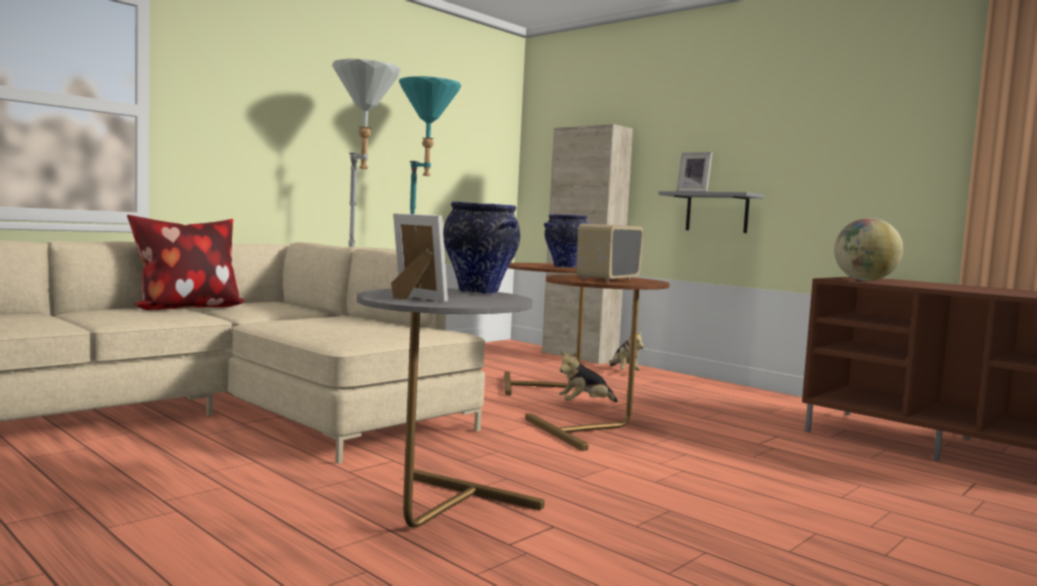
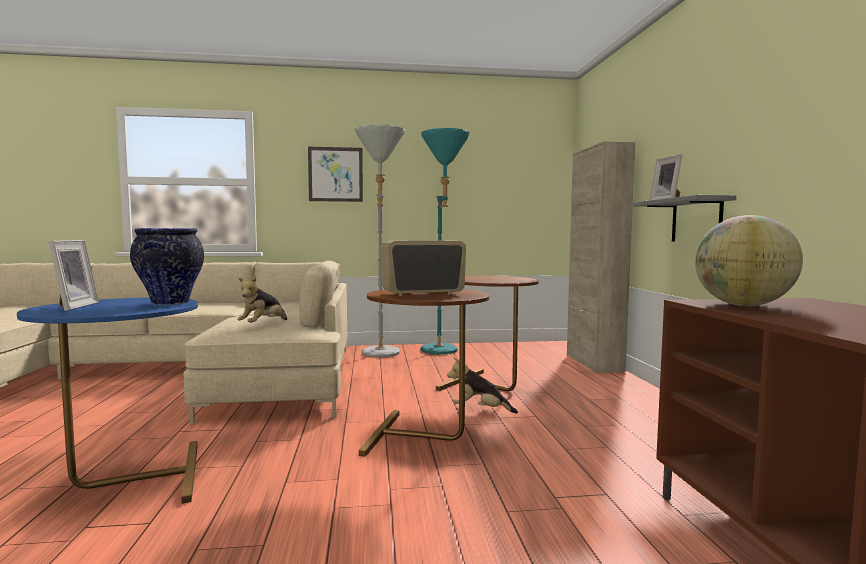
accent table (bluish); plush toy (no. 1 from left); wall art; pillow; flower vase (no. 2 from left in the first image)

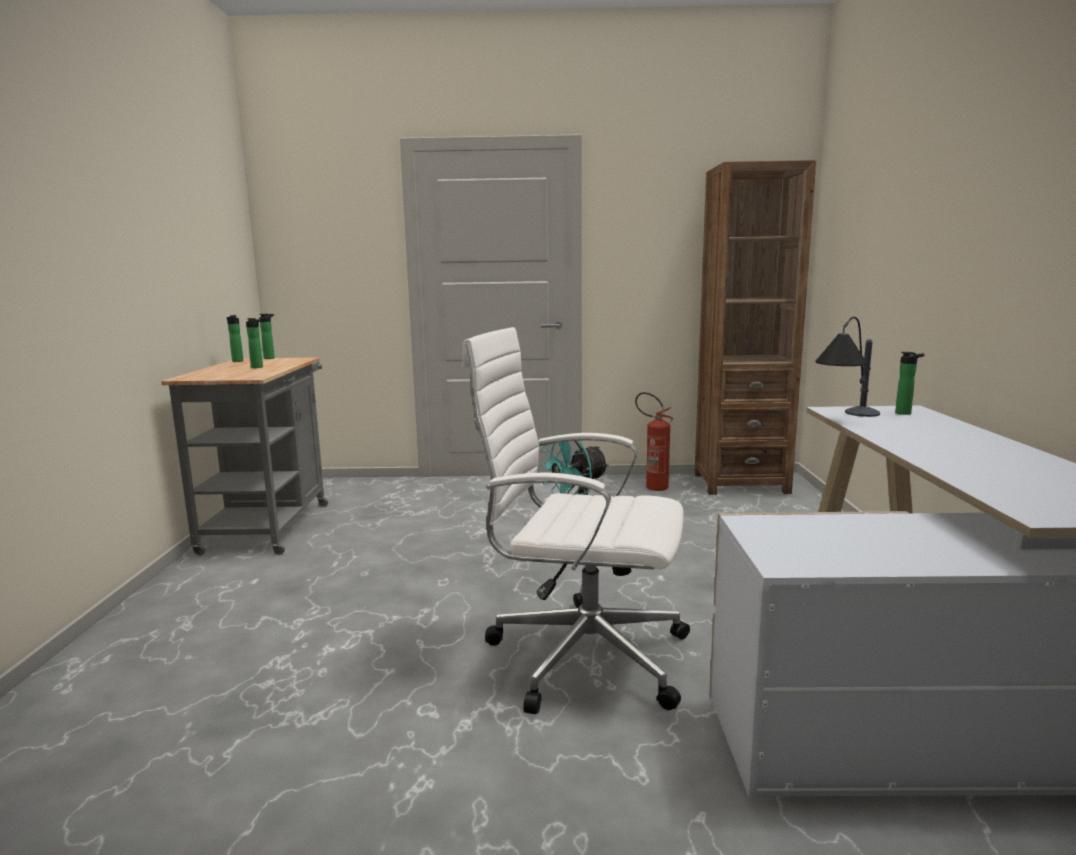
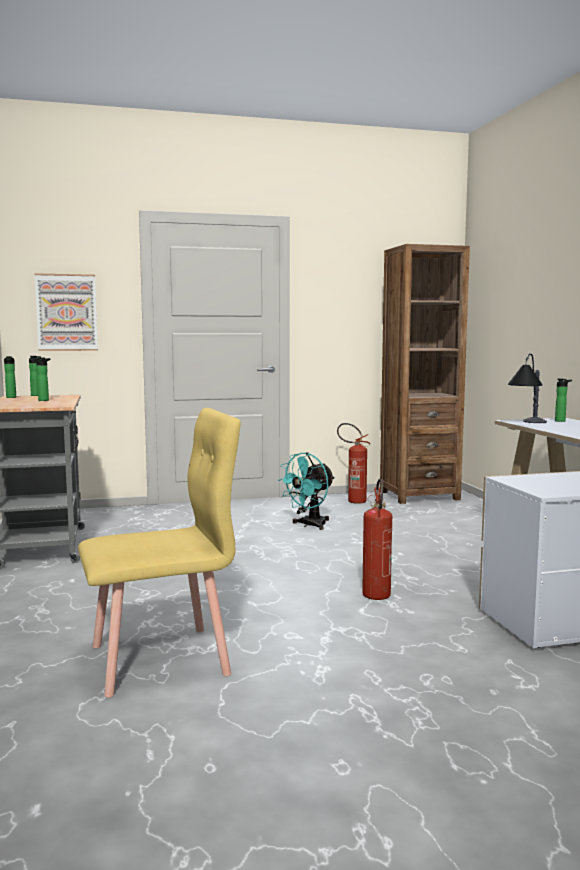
wall art; upright chair (yellow-coloured); fire extinguisher (no. 2 from left)

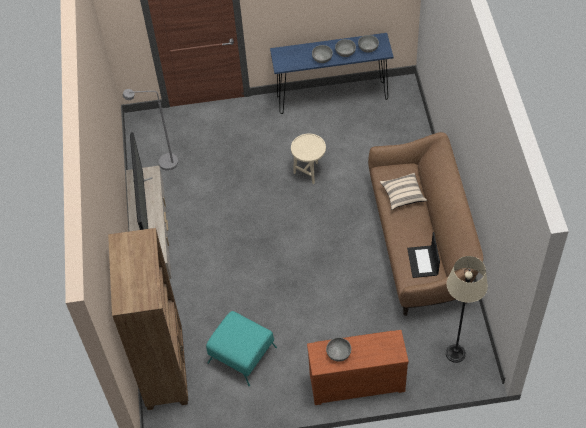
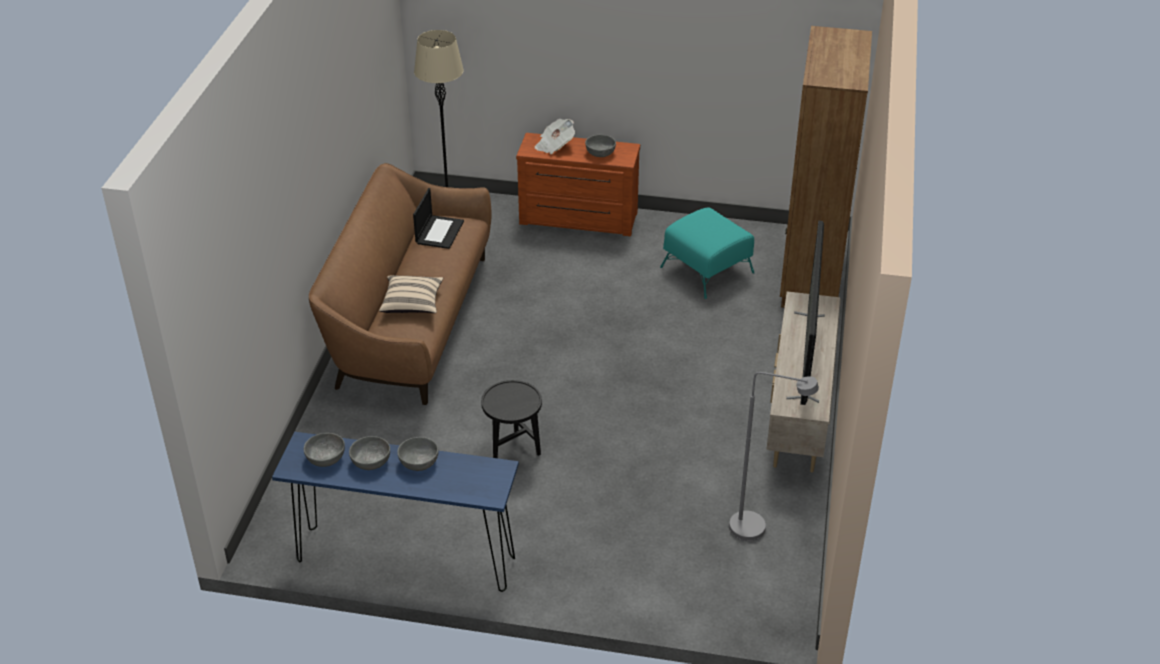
accent table (blackish); newspaper

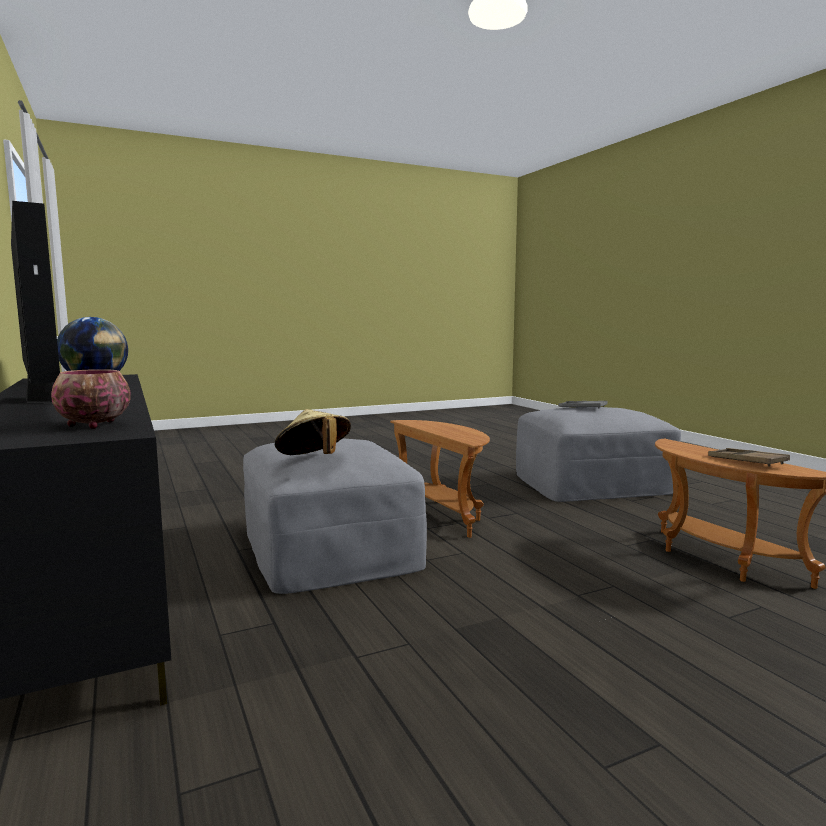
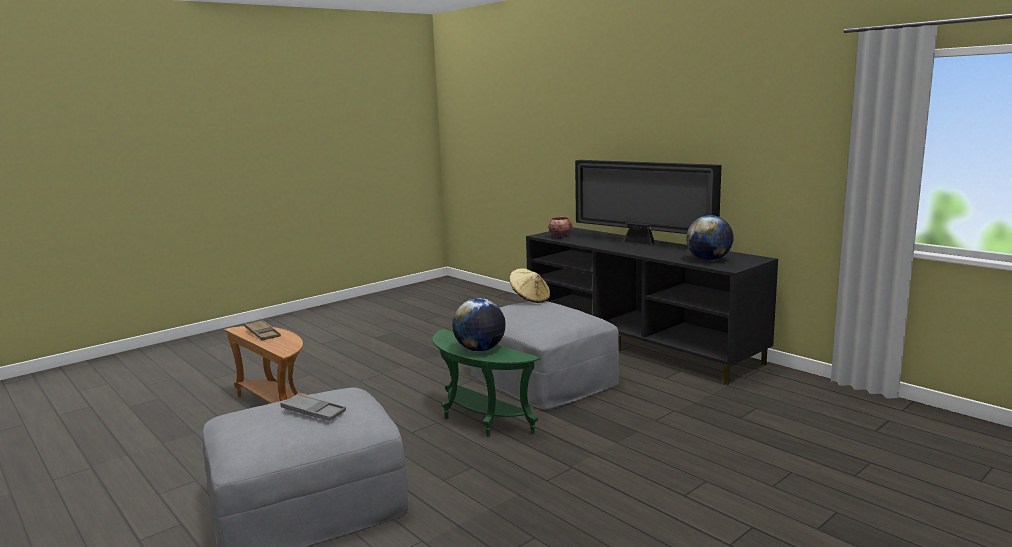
accent table (green); globe (no. 1 from left)

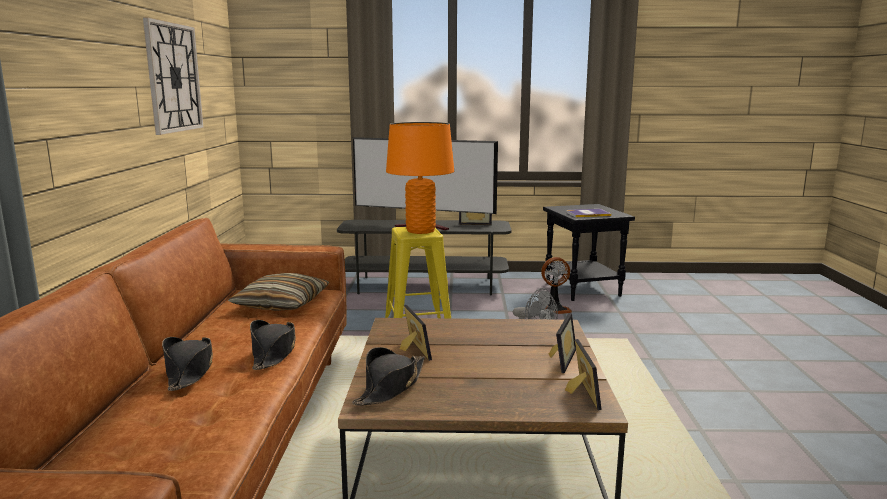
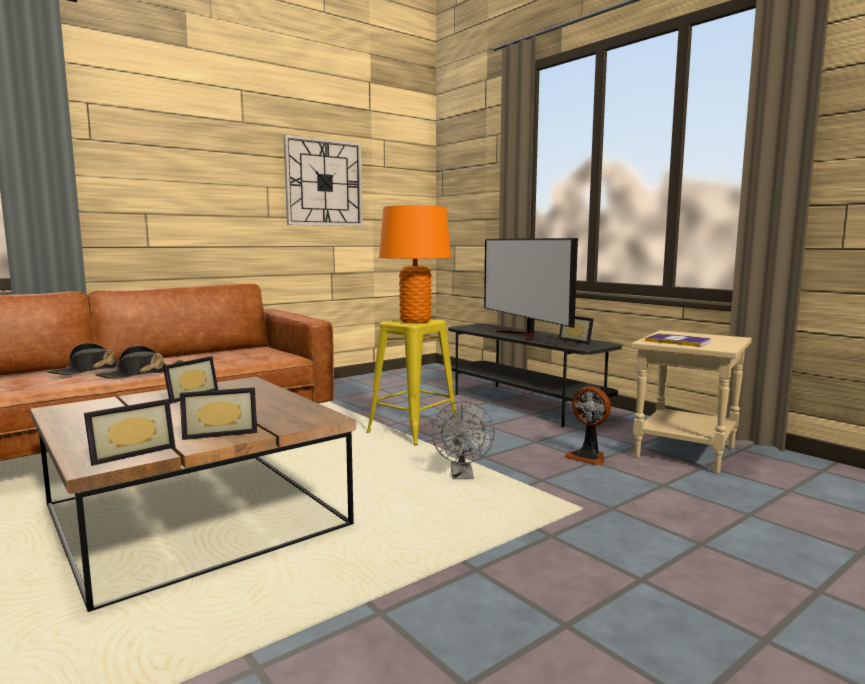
accent table (beige); pillow; hat (blackish) (no. 3 from left in the first image)

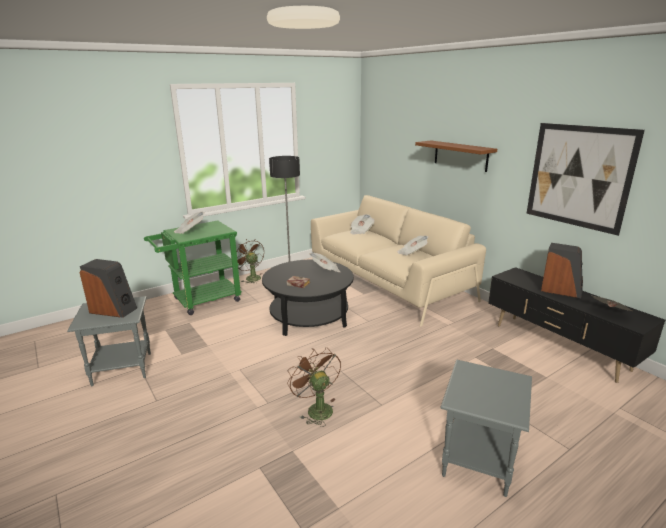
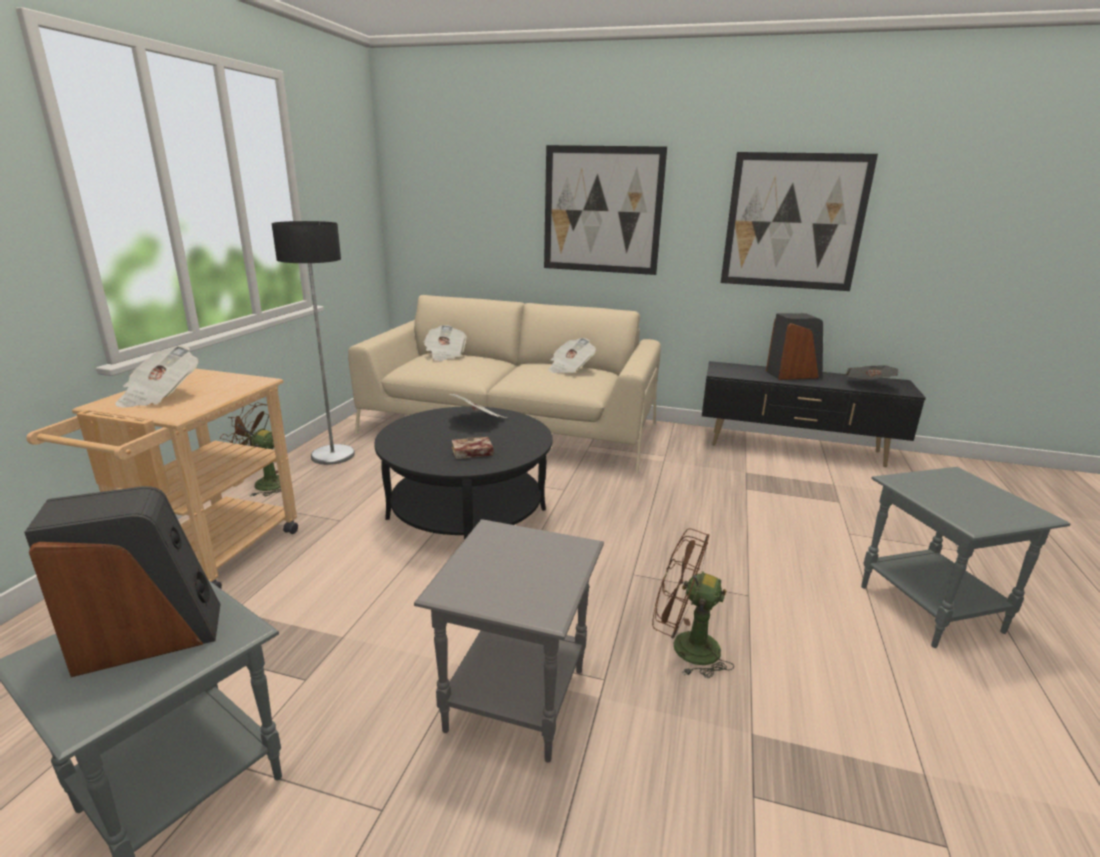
cart (beige); accent table (grey) (no. 2 from left); wall art (no. 1 from left)

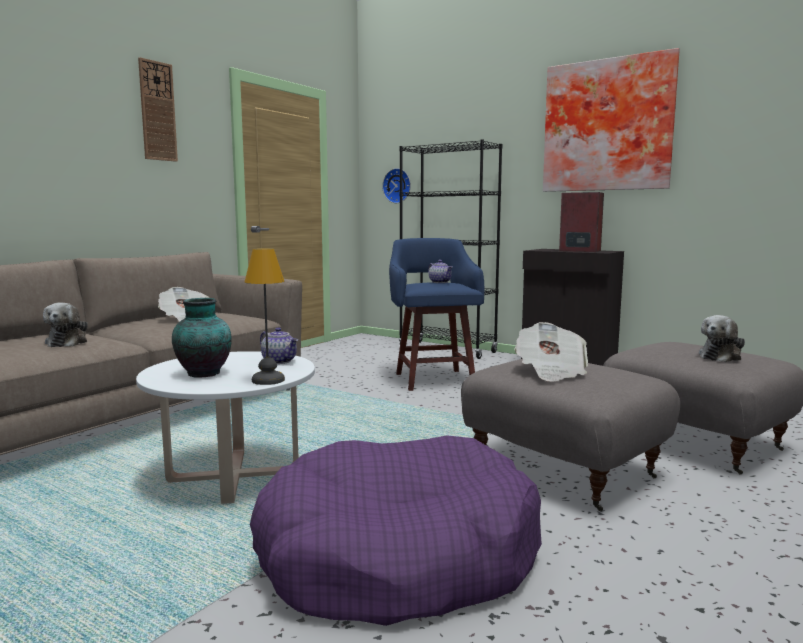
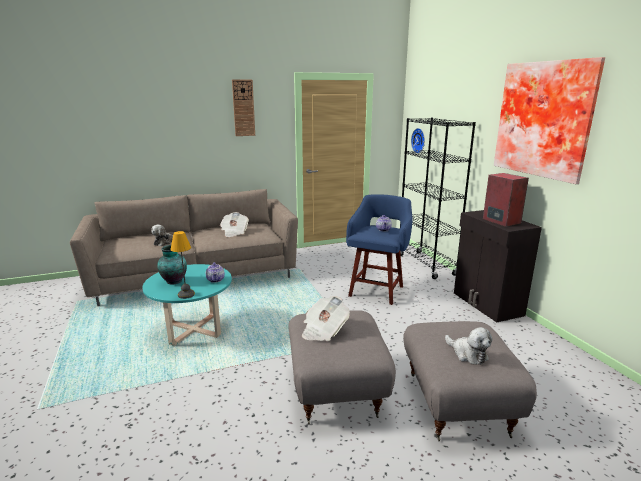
coffee table (turquoise); plush toy (no. 2 from left); dog bed (purple-coloured)

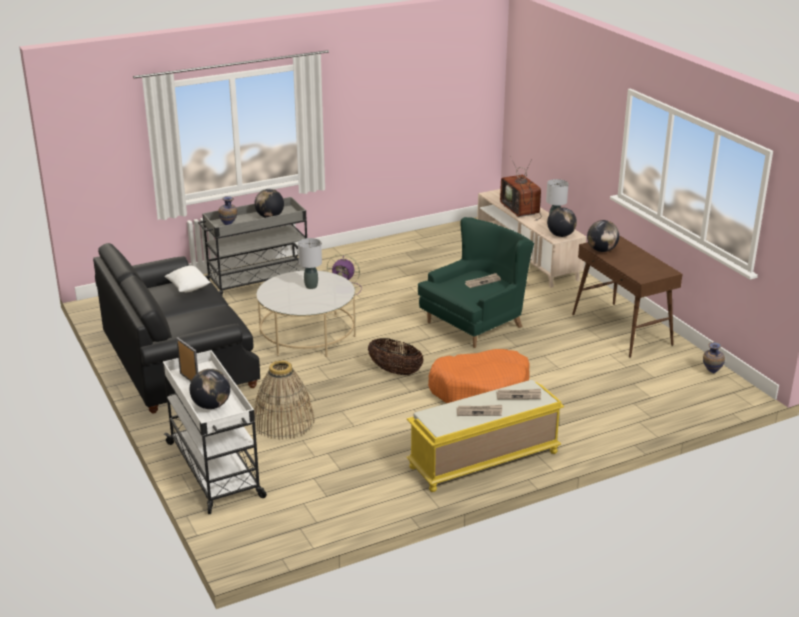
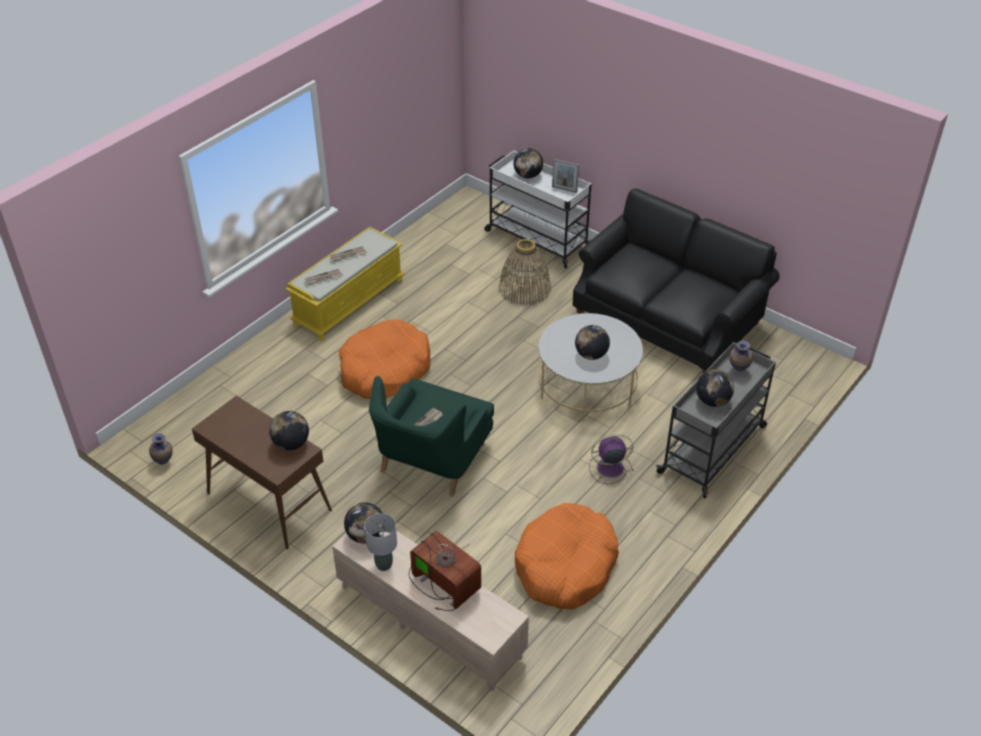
dog bed (orangey) (no. 2 from left); globe (no. 4 from left); pillow (white-coloured); storage basket (no. 2 from left in the first image)

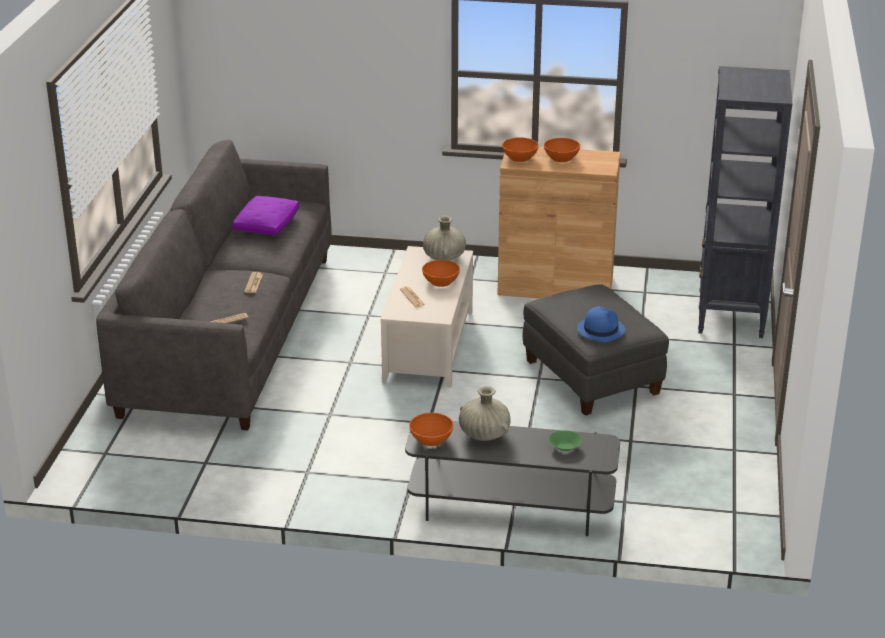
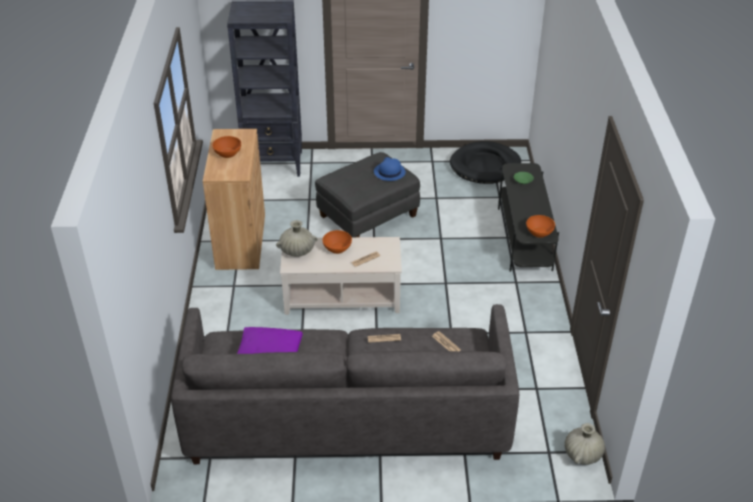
dog bed (blackish); flower vase (beige) (no. 2 from left); deep dish (orangey) (no. 3 from left in the first image)

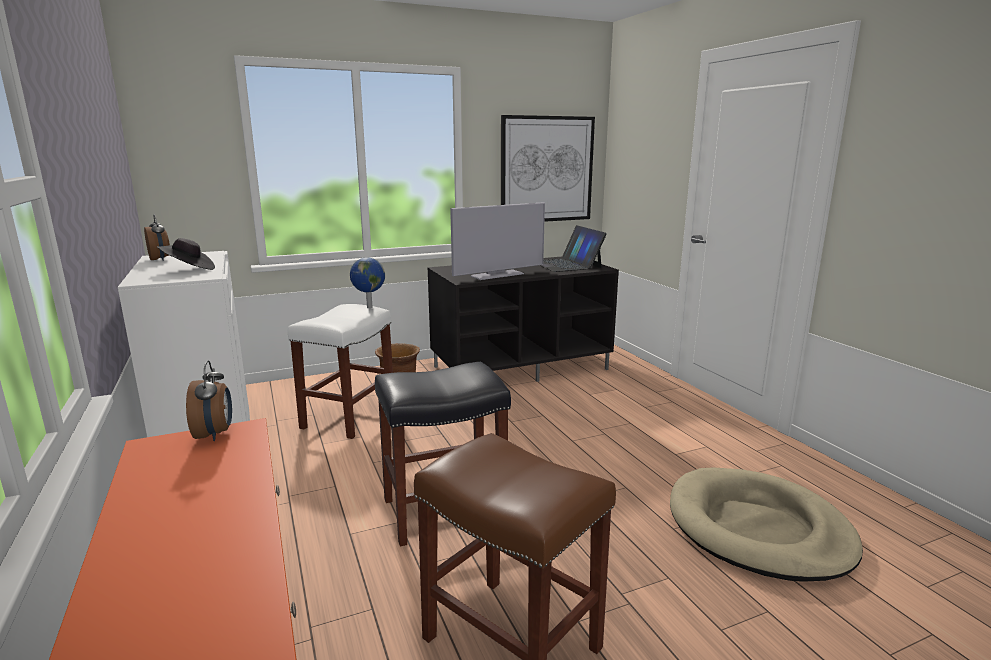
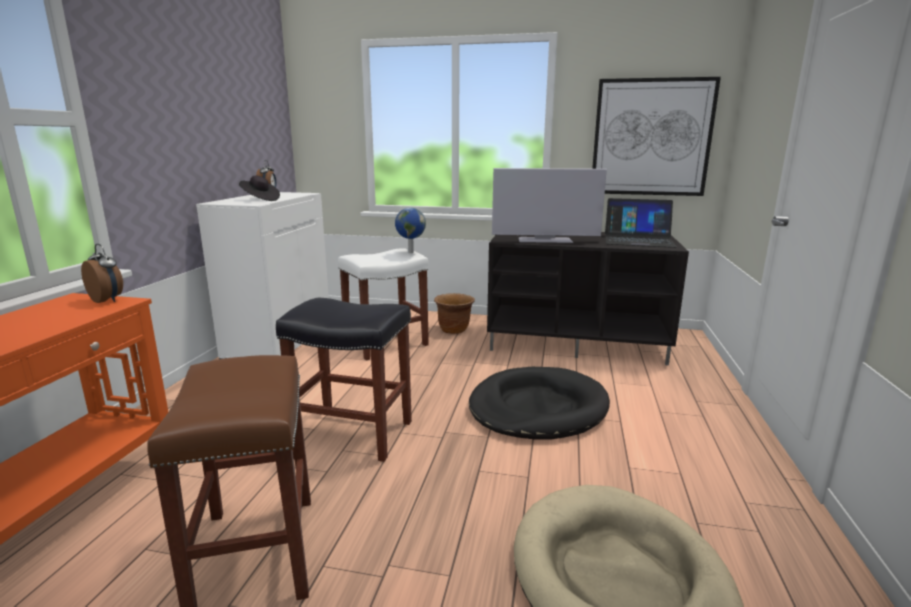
table clock (no. 1 from left); dog bed (blackish); laptop

